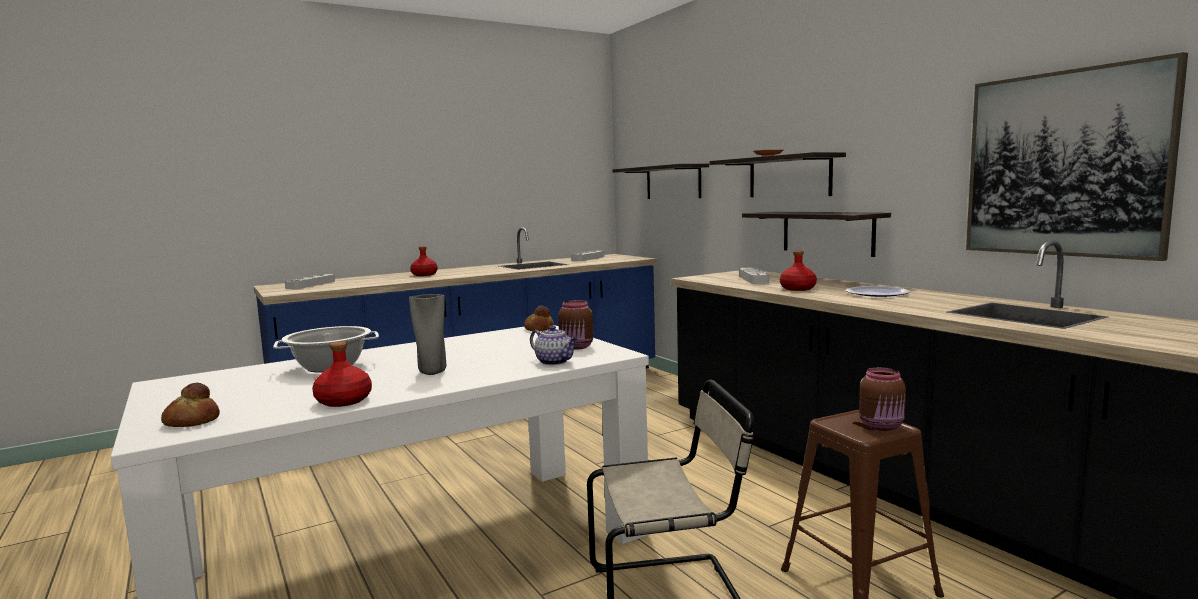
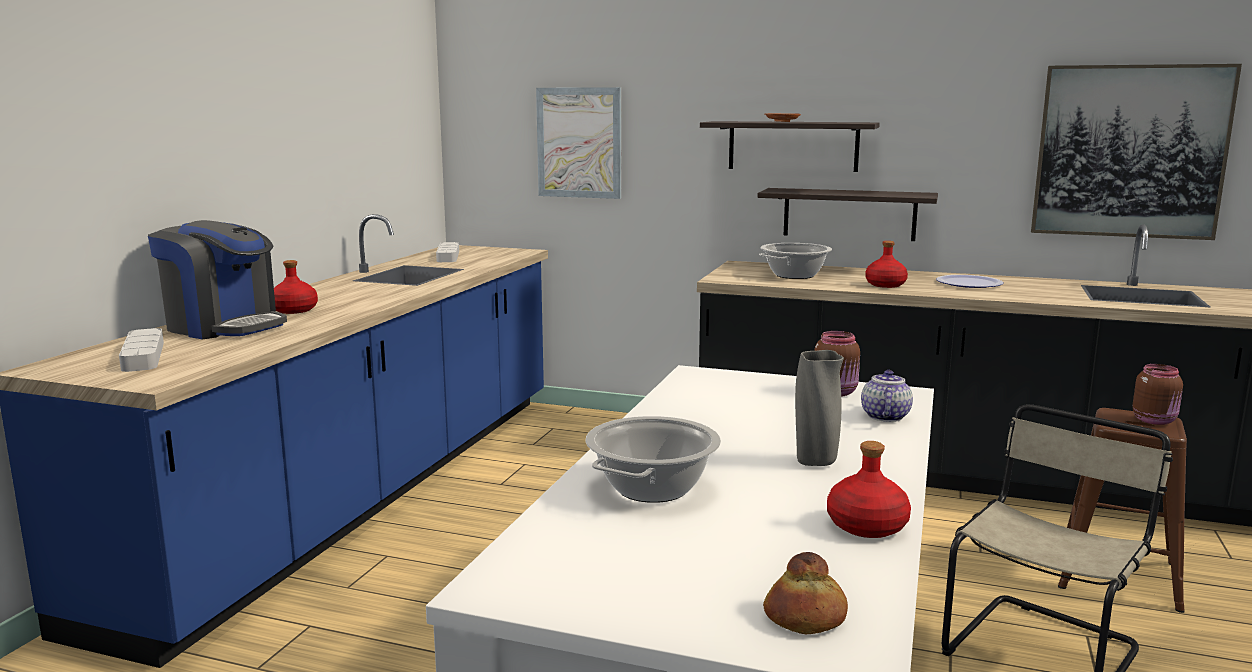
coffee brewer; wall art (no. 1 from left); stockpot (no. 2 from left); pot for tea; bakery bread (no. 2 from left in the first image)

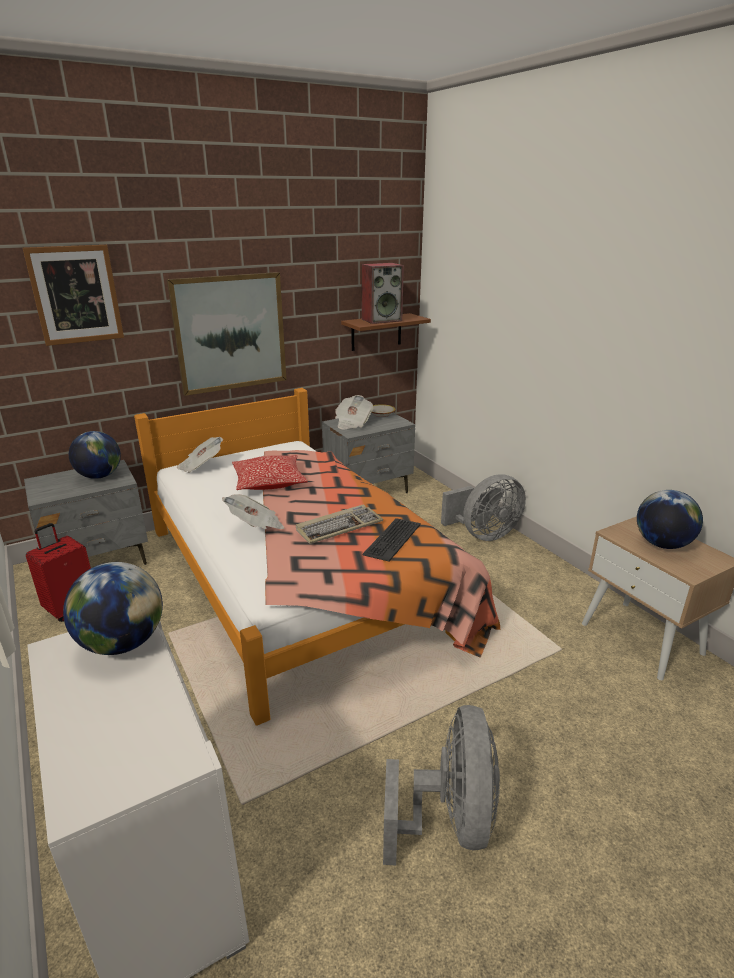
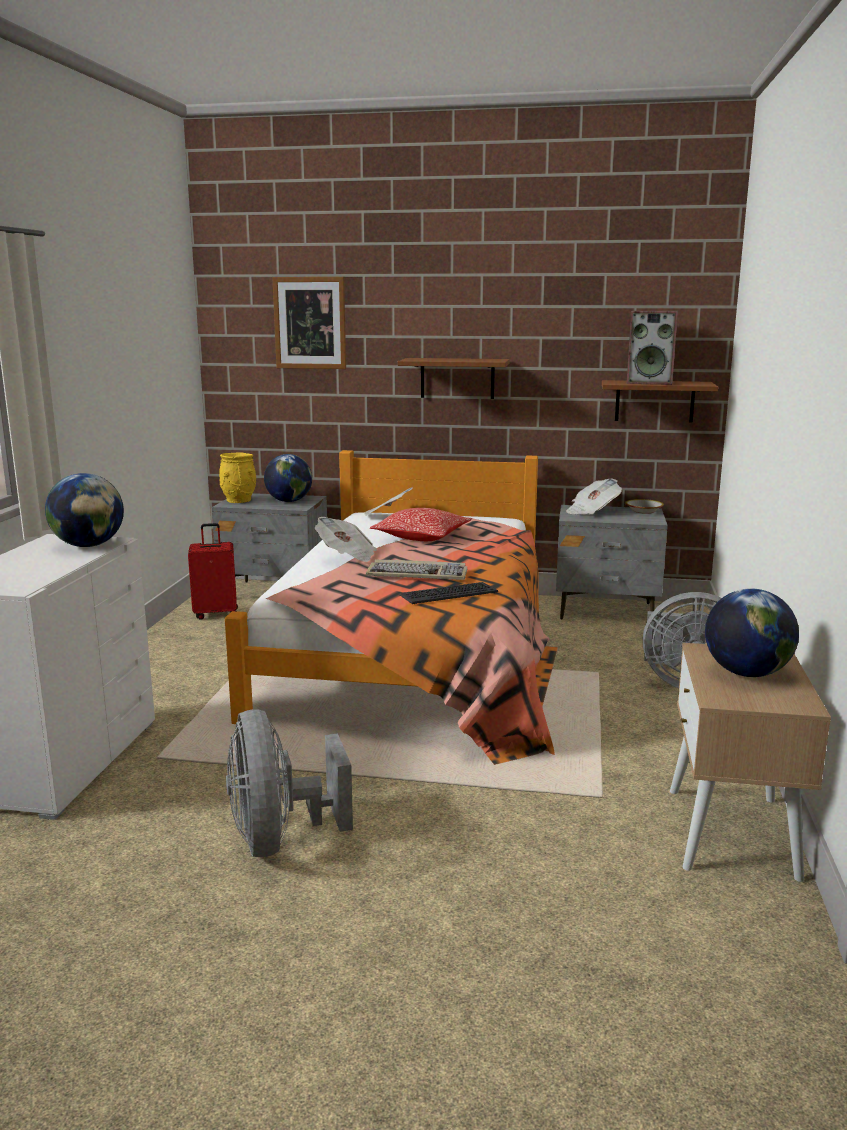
flower vase (yellow-coloured); cooling fan (grey) (no. 1 from left); bracket shelf (brownish) (no. 1 from left)

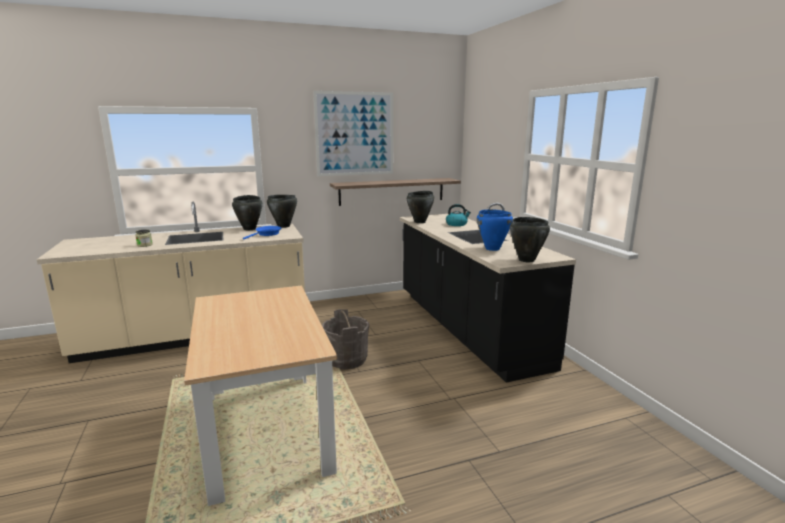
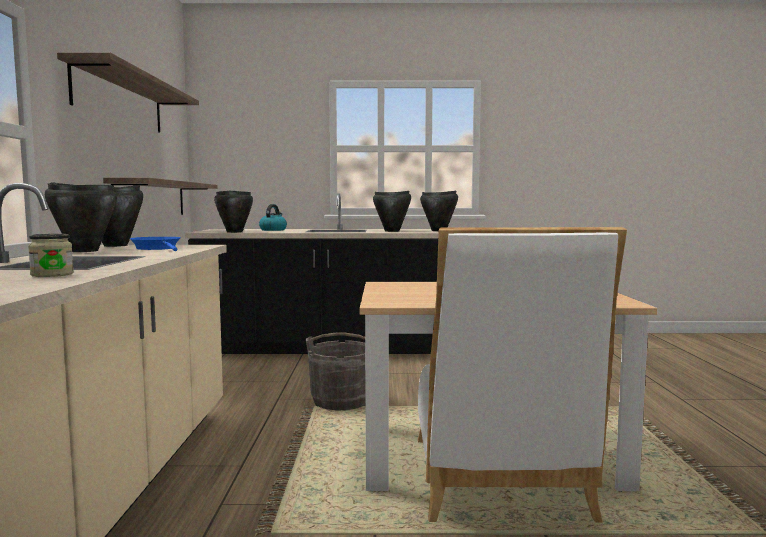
bracket shelf (no. 1 from left); stockpot (blackish) (no. 4 from left); upright chair (white-coloured)

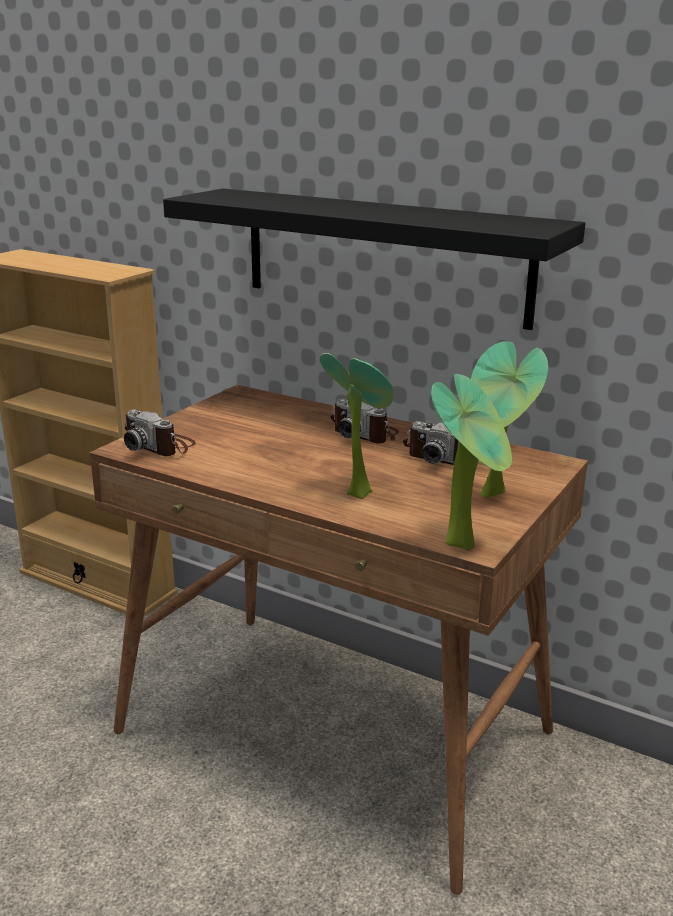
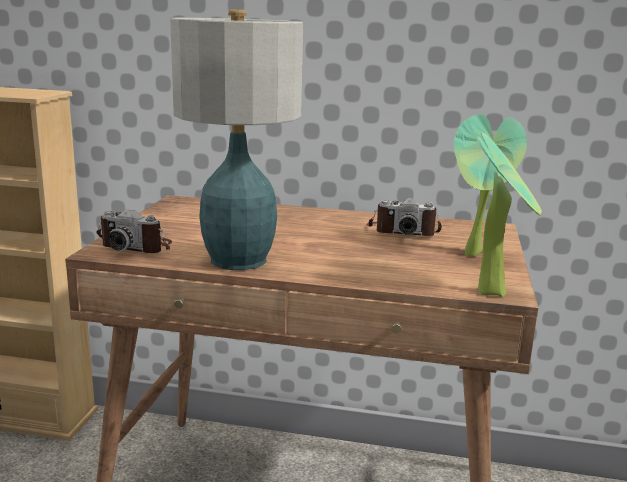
lamp for a table; bracket shelf (blackish); houseplant (no. 1 from left in the first image); photo camera (no. 2 from left in the first image)

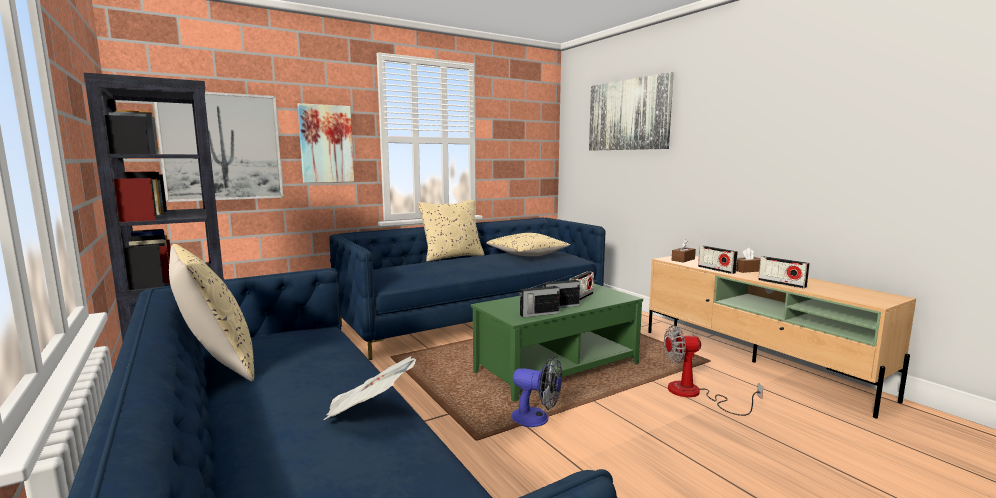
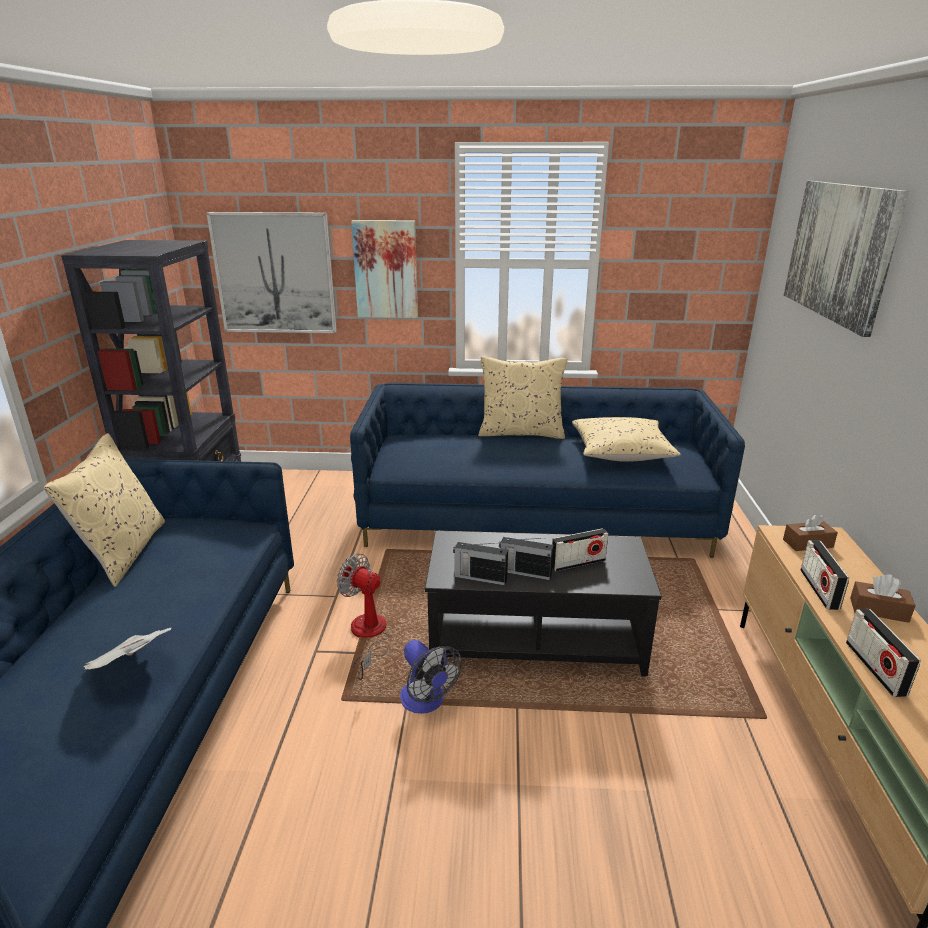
cooling fan (no. 1 from left); coffee table (blackish)

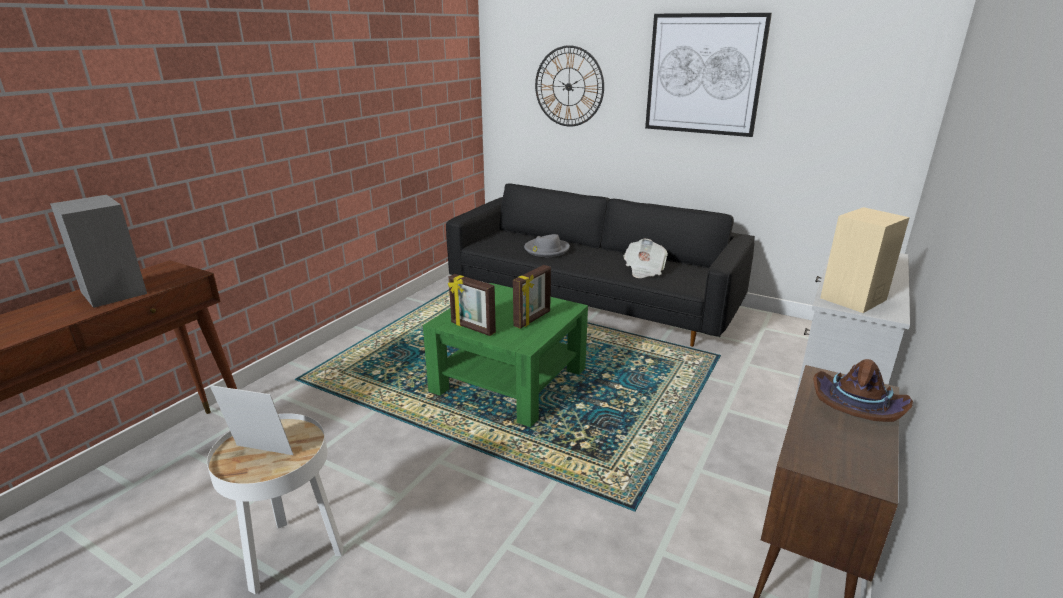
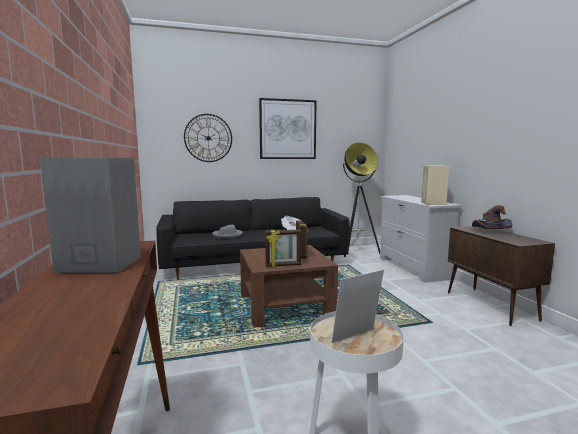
coffee table (brownish); standing lamp

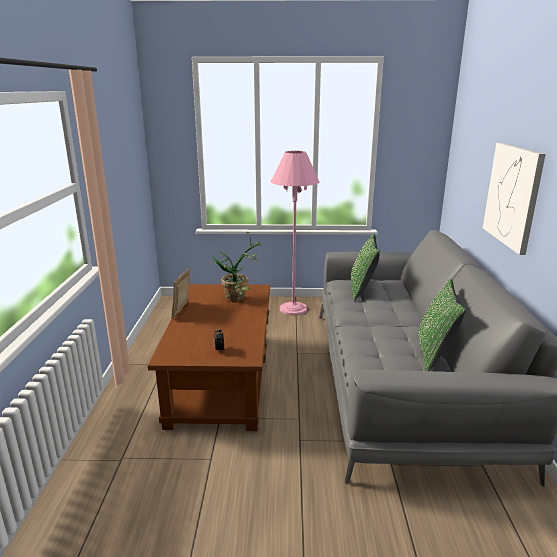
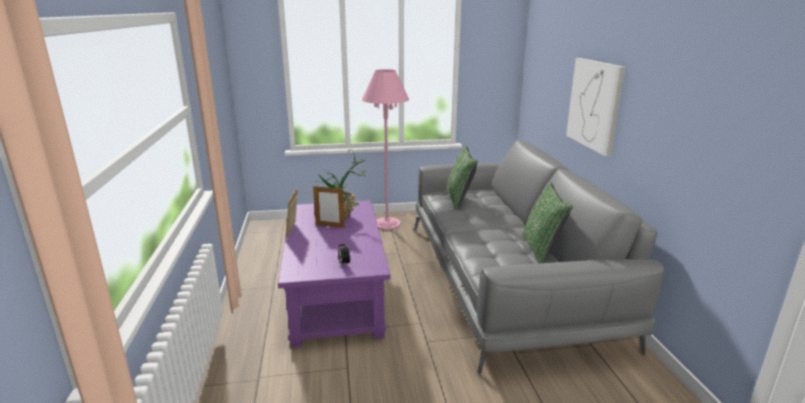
coffee table (purple-coloured); picture frame (no. 2 from left)

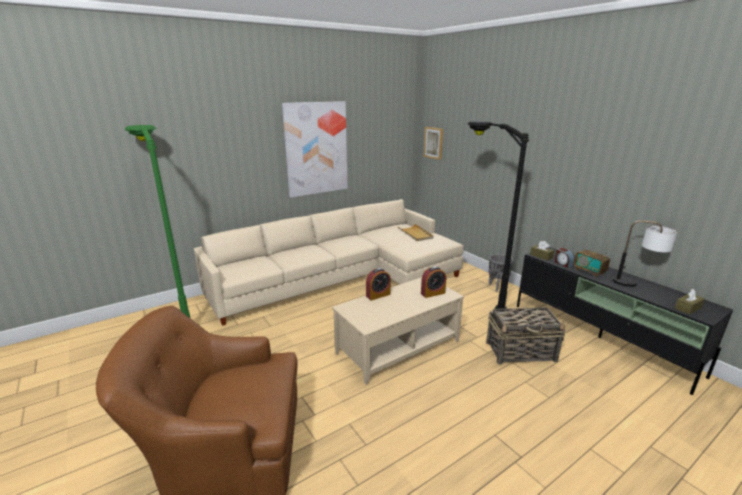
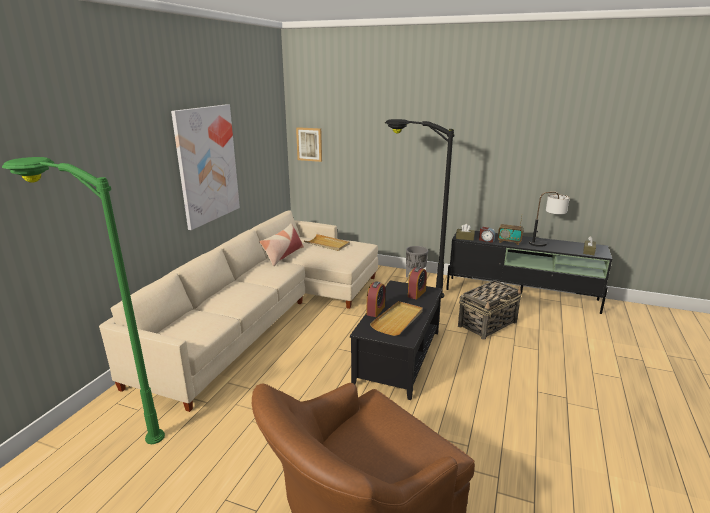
pillow; coffee table (blackish); serving tray (beige) (no. 2 from left)

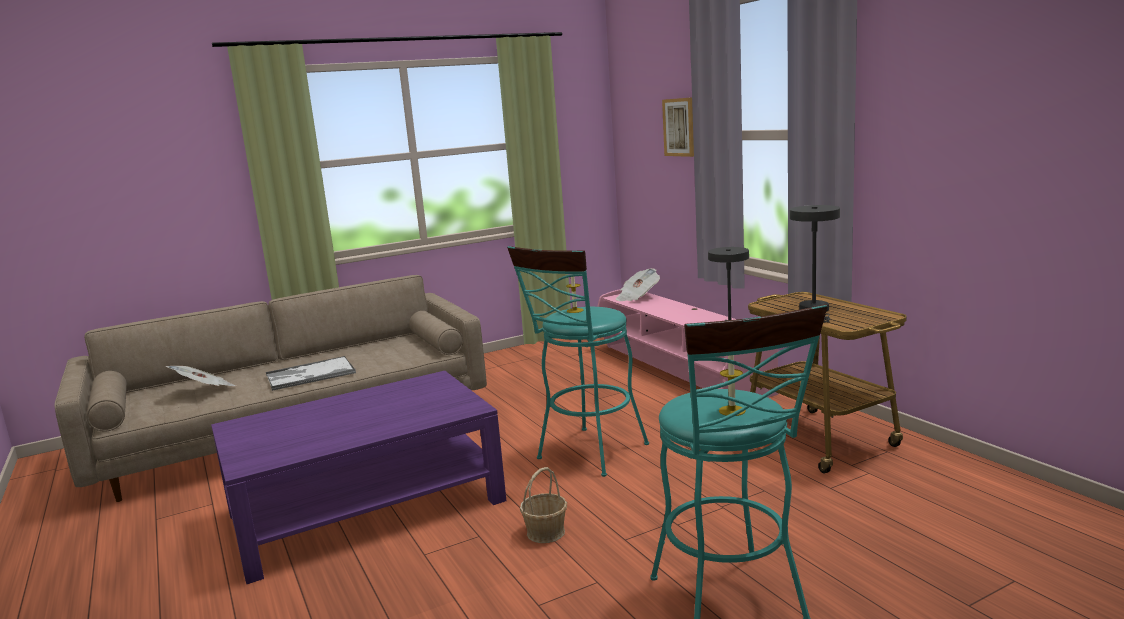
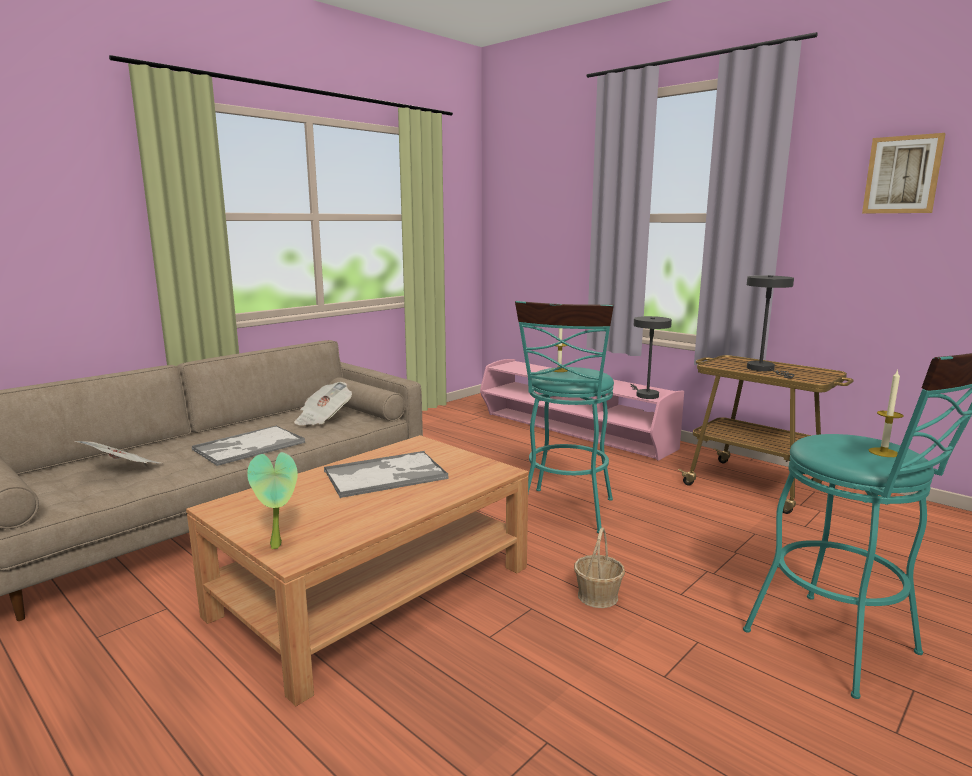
coffee table (brownish); houseplant; newspaper (no. 2 from left); serving tray (no. 2 from left); wall art

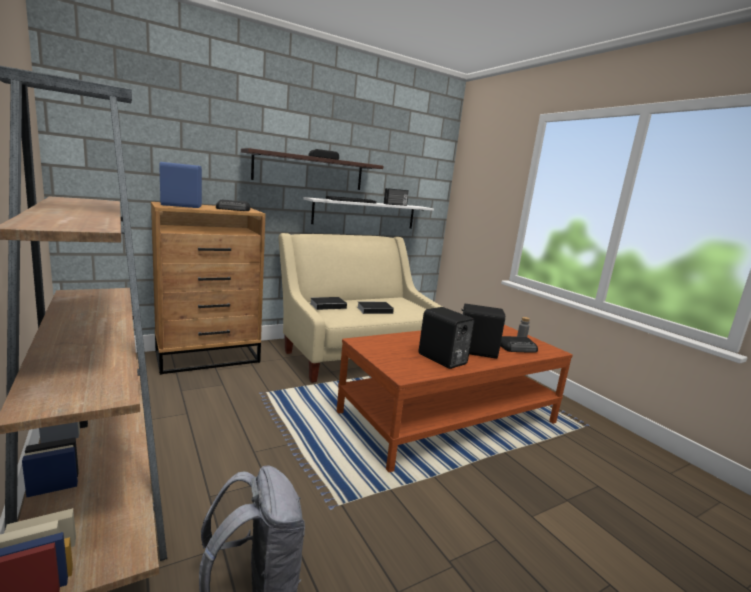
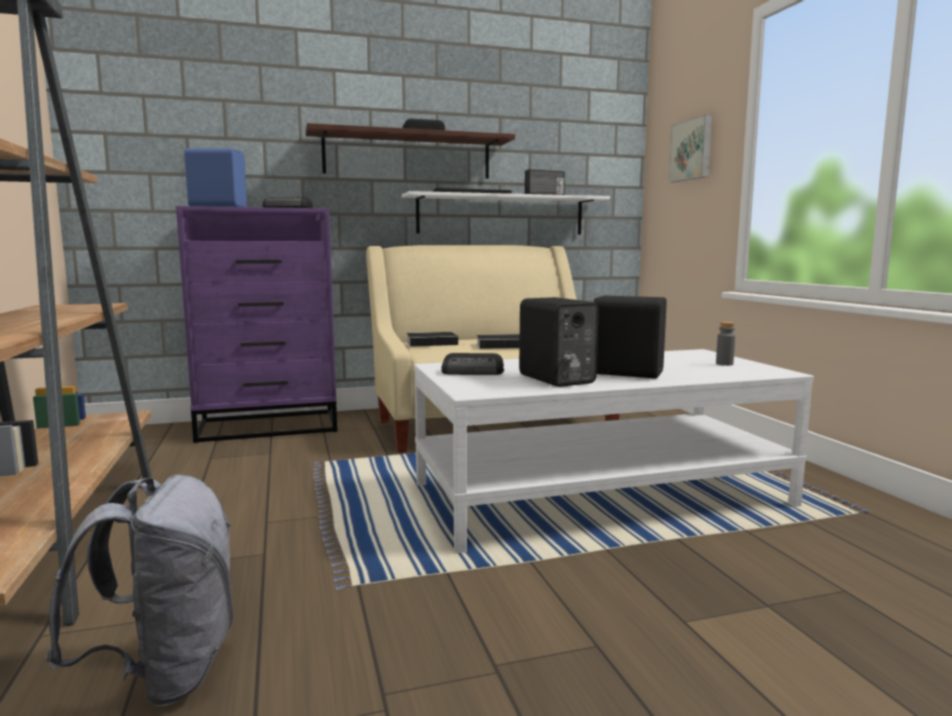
drawer chest (purple-coloured); coffee table (white-coloured); radio (no. 3 from left); wall art

